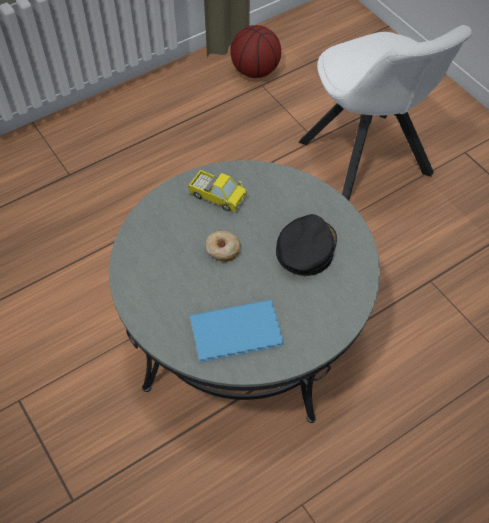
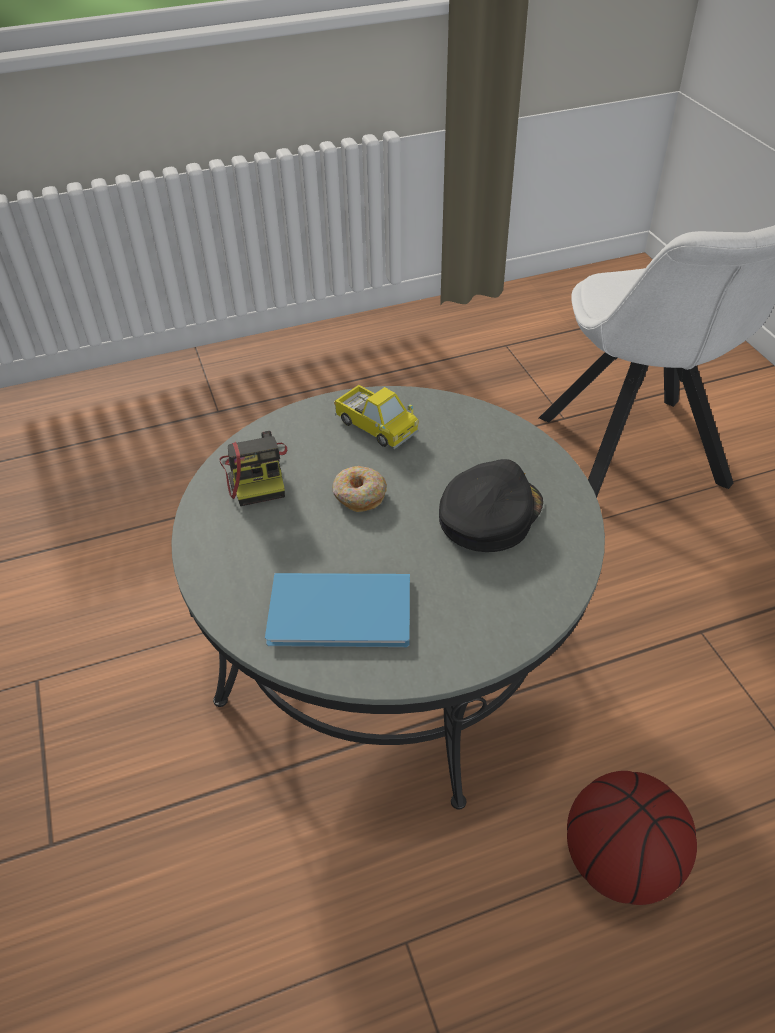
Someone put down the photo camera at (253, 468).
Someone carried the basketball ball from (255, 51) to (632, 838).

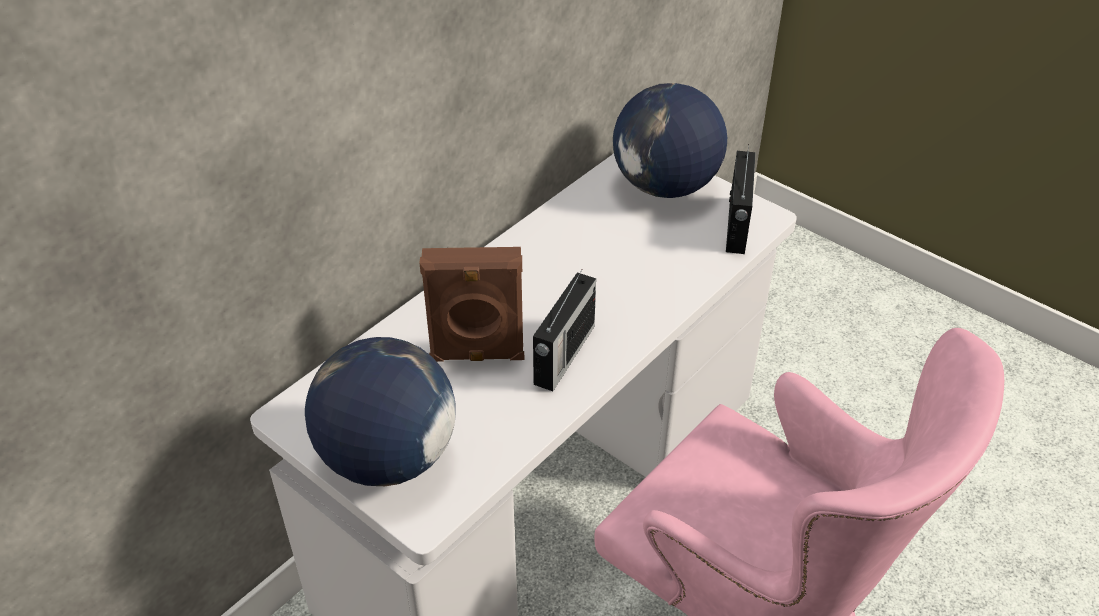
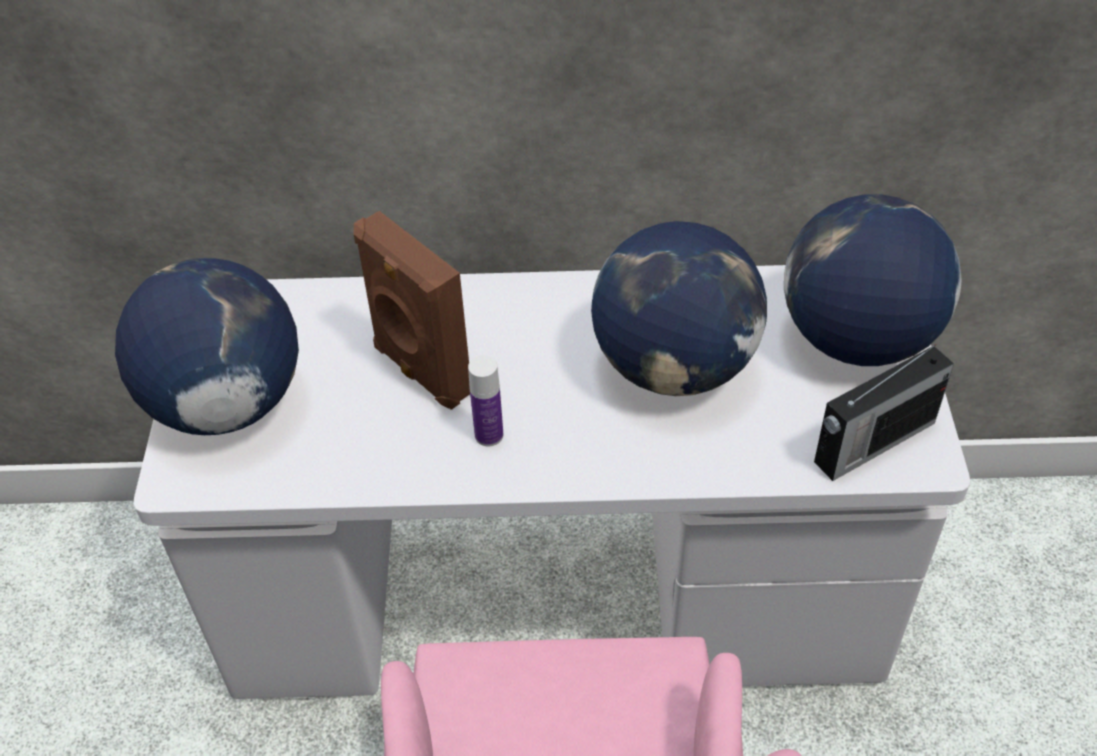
Someone put down the world globe at (679, 308).
Someone swapped the radio set at (564, 330) for the bottle at (485, 400).

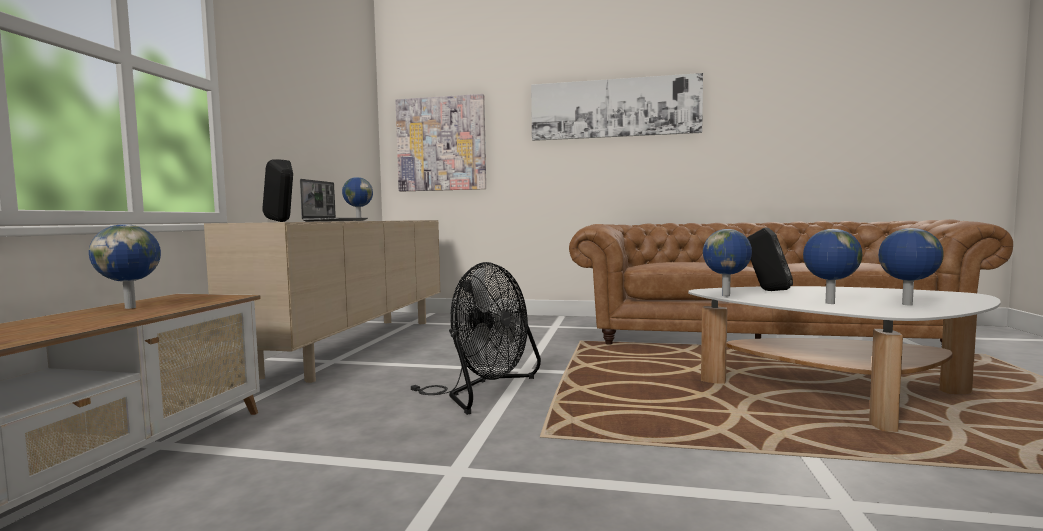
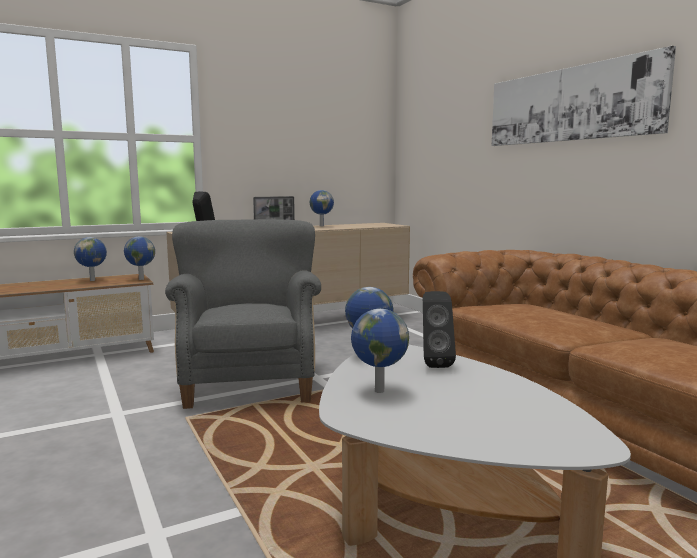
Someone took away the picture at (440, 143).
Someone carried the world globe from (911, 267) to (139, 258).
Someone swapped the blackish fan at (476, 338) for the grey easy chair at (243, 314).

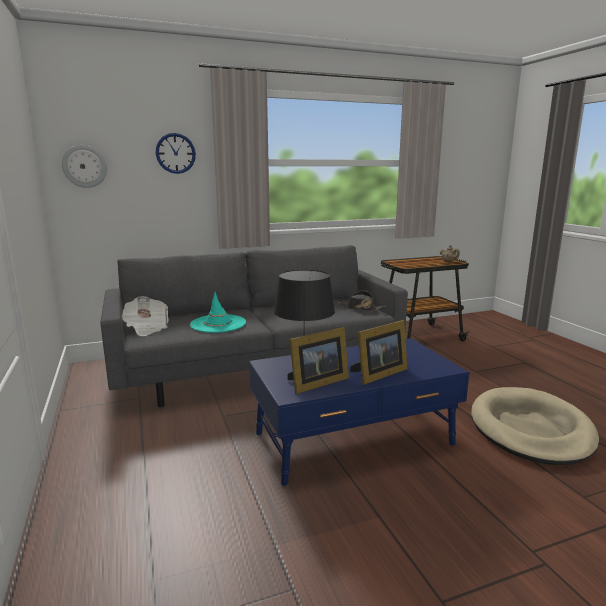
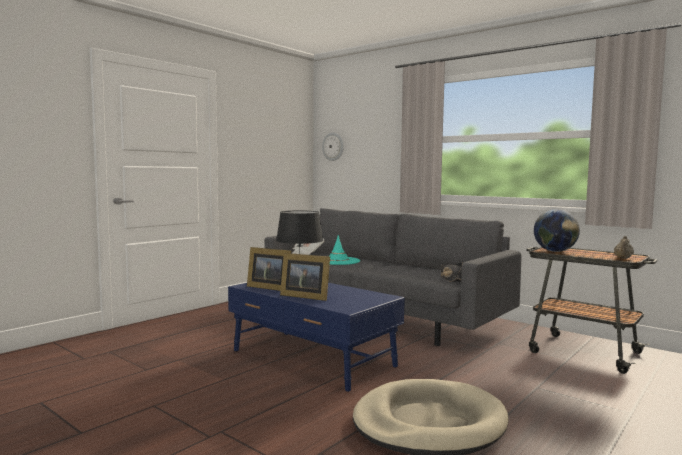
Someone took away the hanging clock at (176, 153).
Someone put down the world globe at (557, 230).

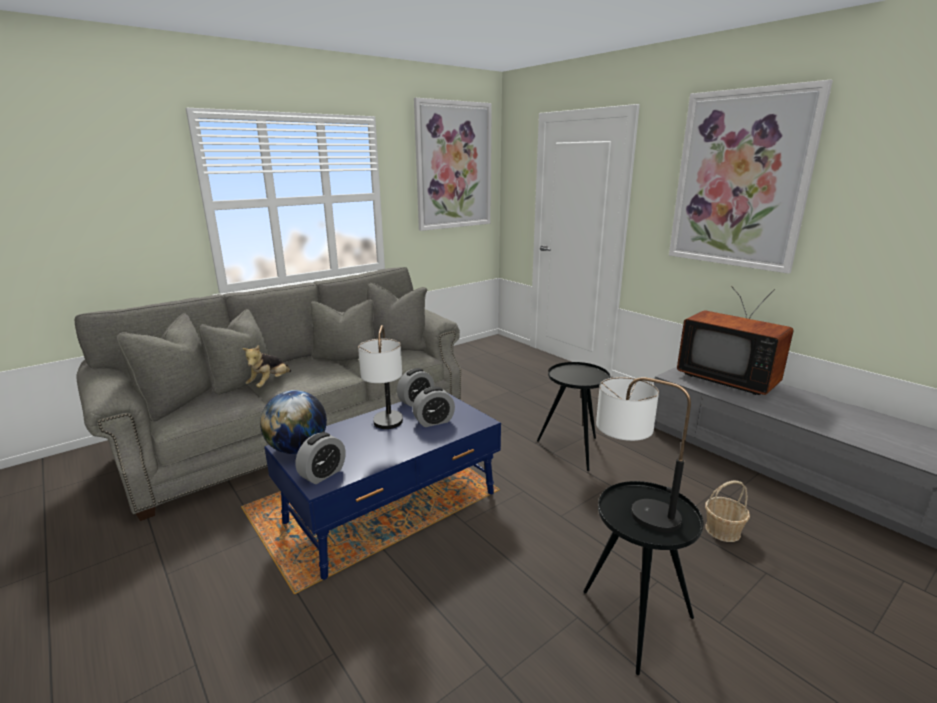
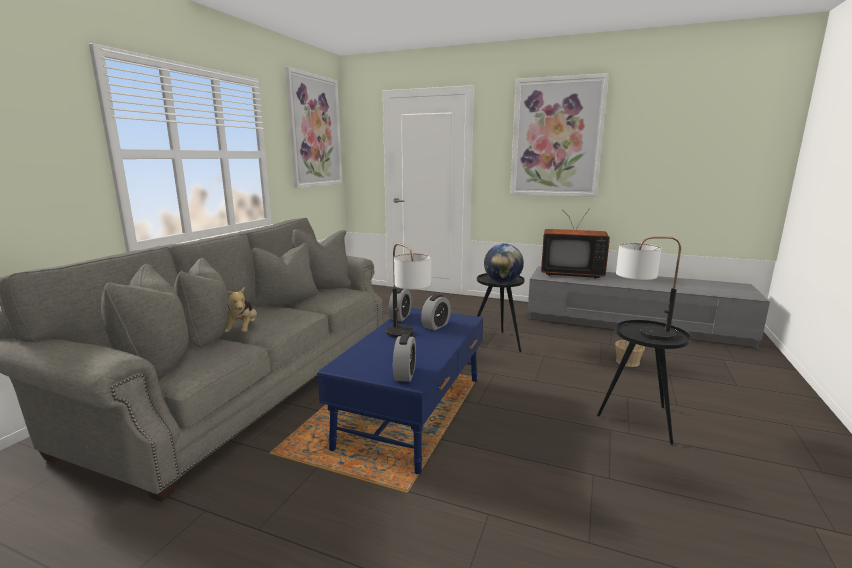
Someone carried the world globe from (293, 422) to (504, 263).

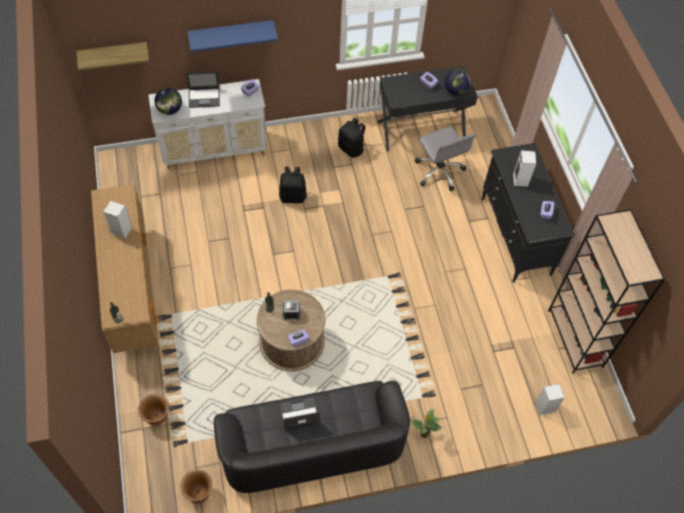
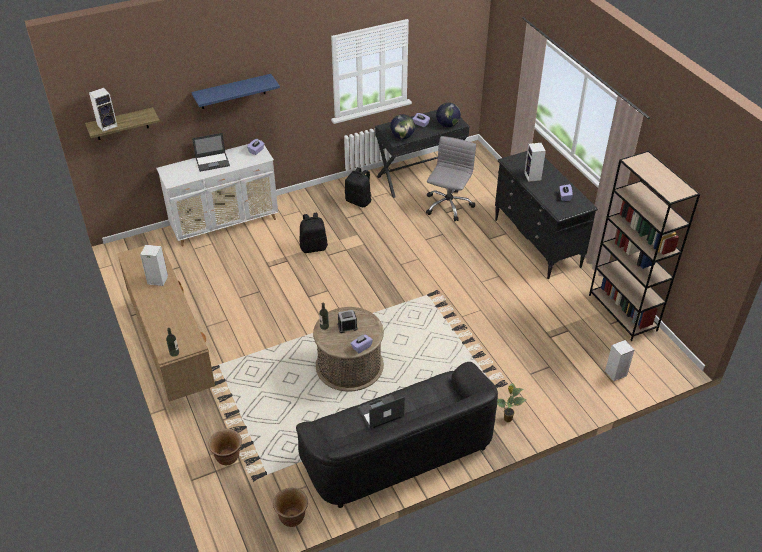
Someone put down the audio speaker at (103, 110).
Someone carried the world globe from (168, 101) to (402, 126).
Someone rotated the grey office chair at (445, 159) by 120 degrees counterclockwise.

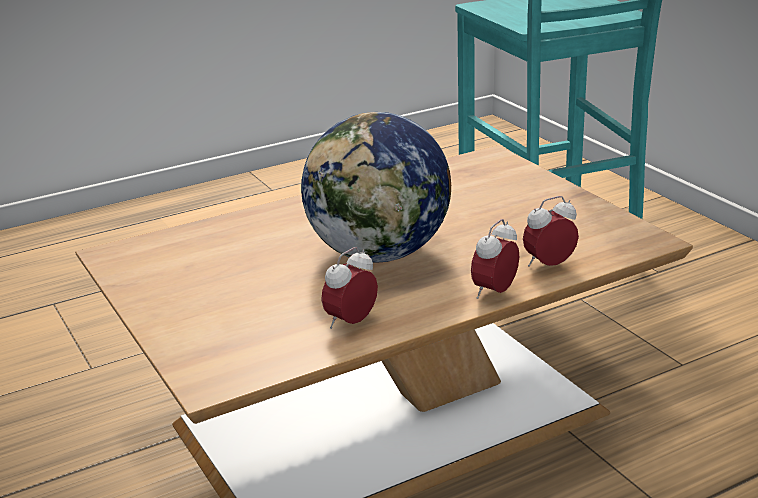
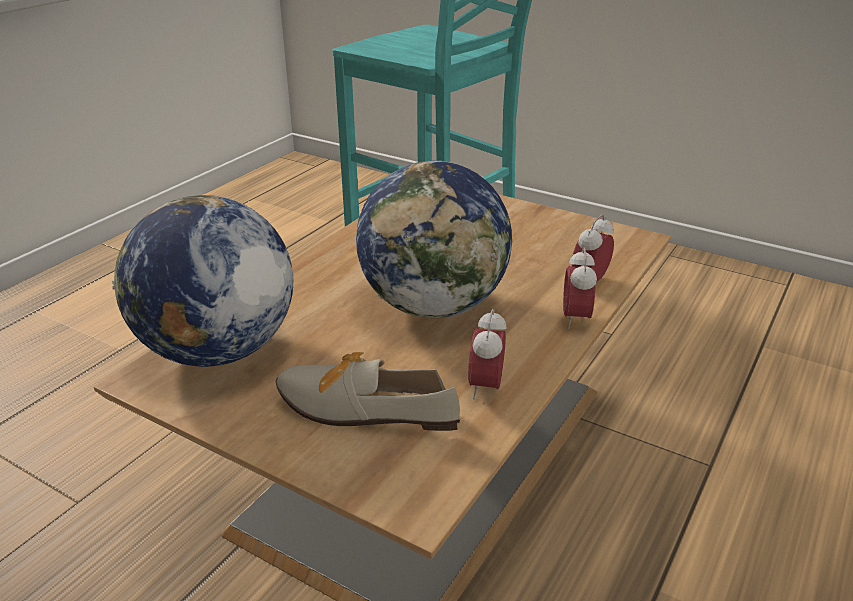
Someone put down the world globe at (202, 281).
Someone put down the shoe at (367, 391).

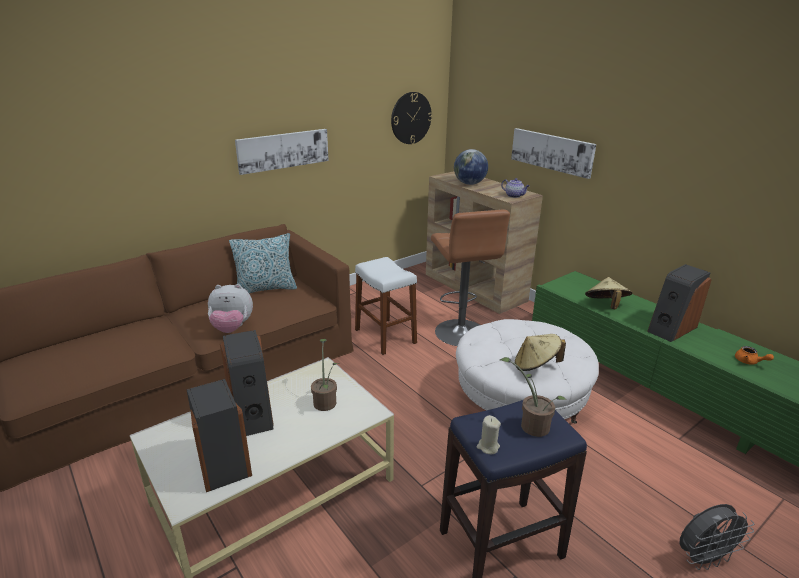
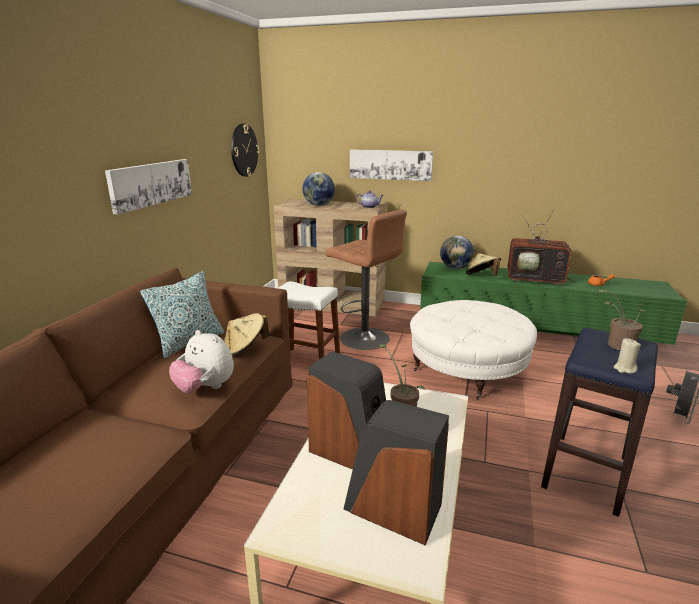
Someone put down the world globe at (457, 252).
Someone carried the beige hat from (540, 352) to (246, 334).
Someone swapped the audio speaker at (679, 303) for the TV at (541, 246).
Someone rotated the soft toy at (230, 308) by 75 degrees clockwise.

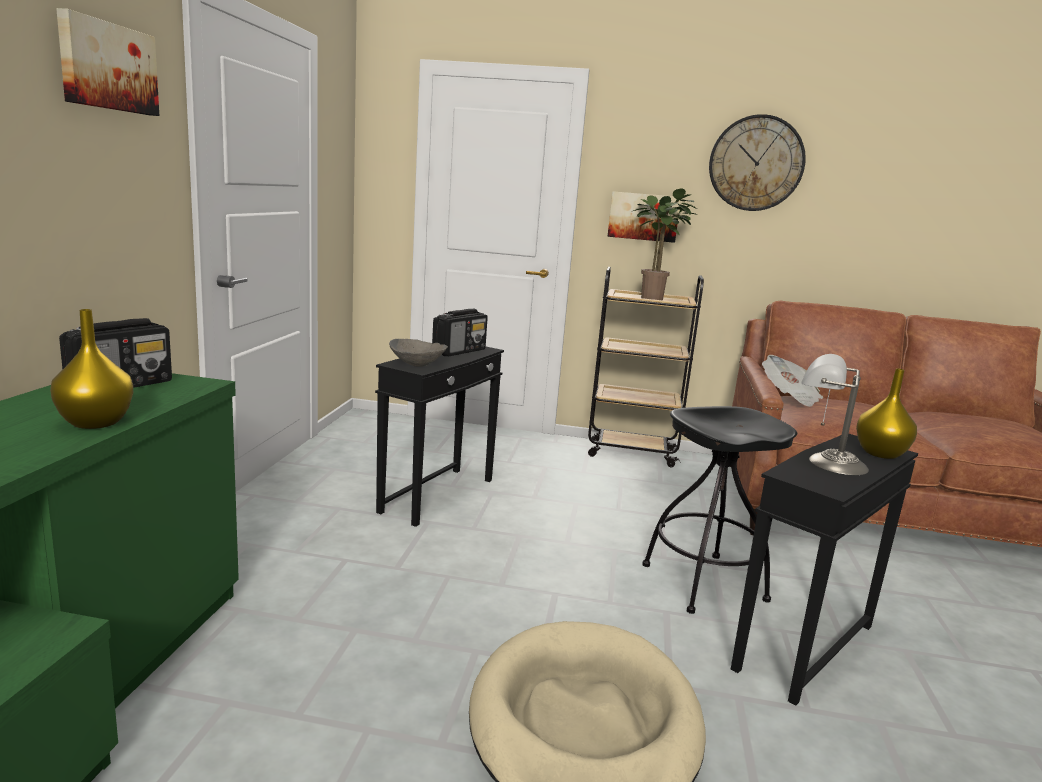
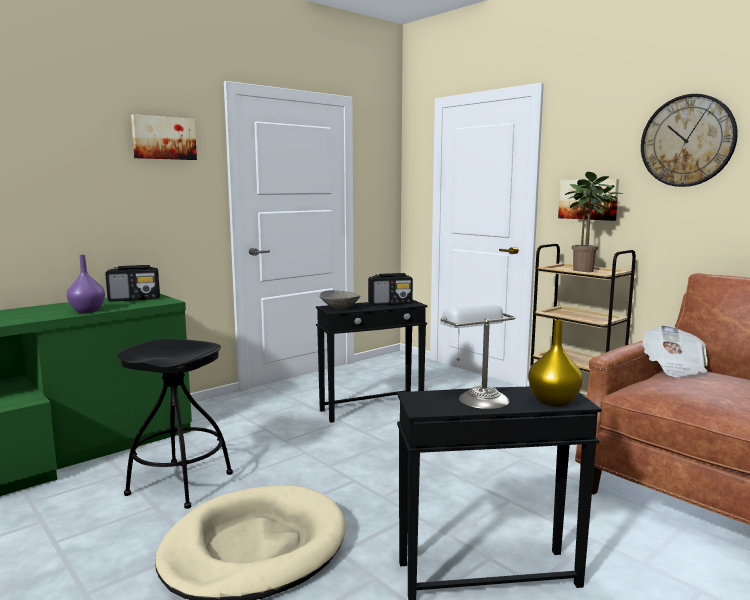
Someone carried the blackish sitting stool from (719, 510) to (175, 424).
Someone repainted the yellow flower vase at (91, 369), which became the purple-coloured flower vase at (86, 284).

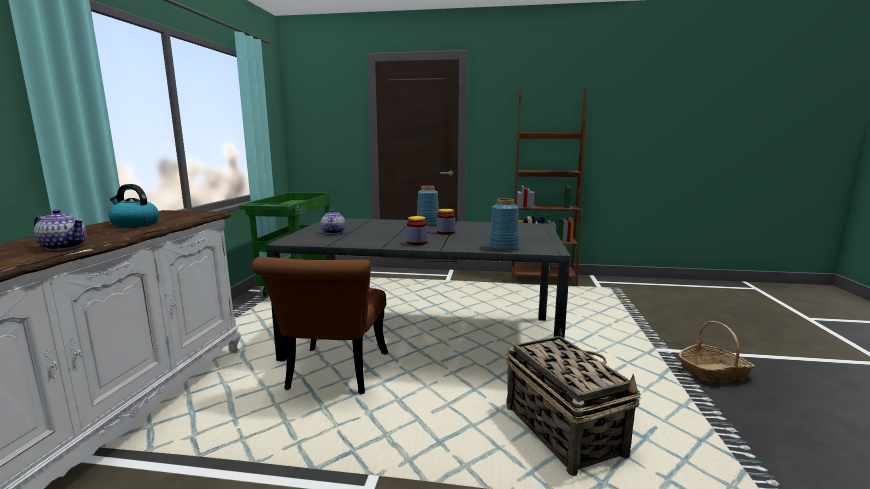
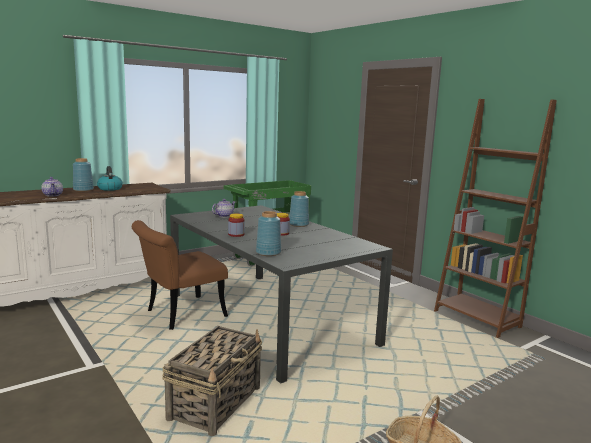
Someone put down the blue flower vase at (83, 175).

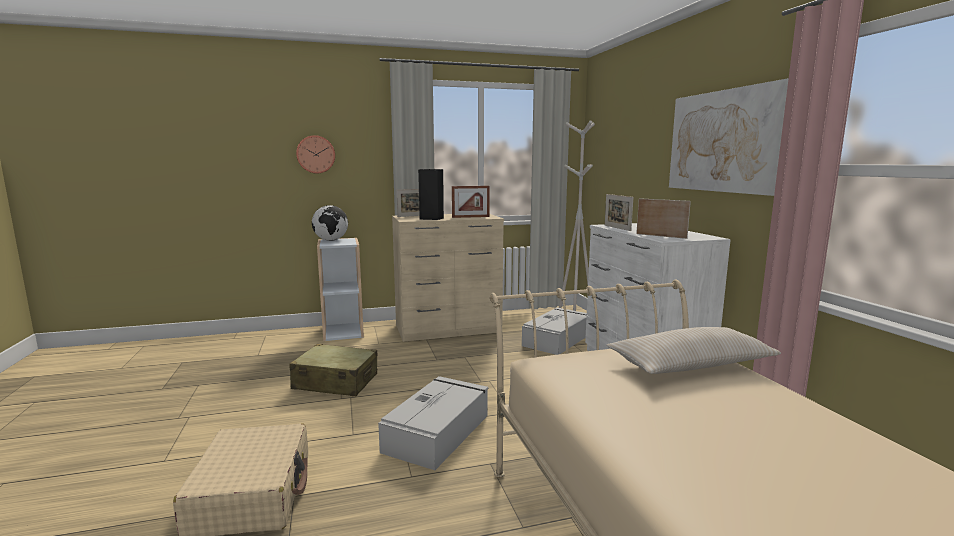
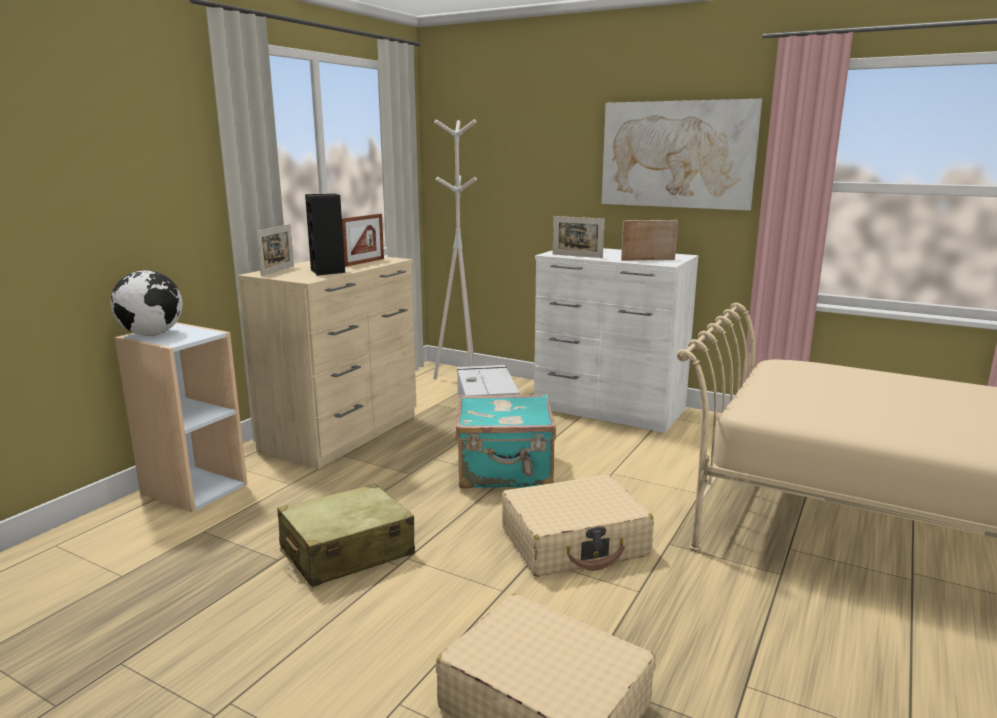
Someone took away the hanging clock at (315, 154).
Someone took away the beige cushion at (693, 350).
Someone put down the blue-green suitcase at (506, 441).
Someone swapped the grey storage box at (433, 423) for the beige suitcase at (577, 526).

